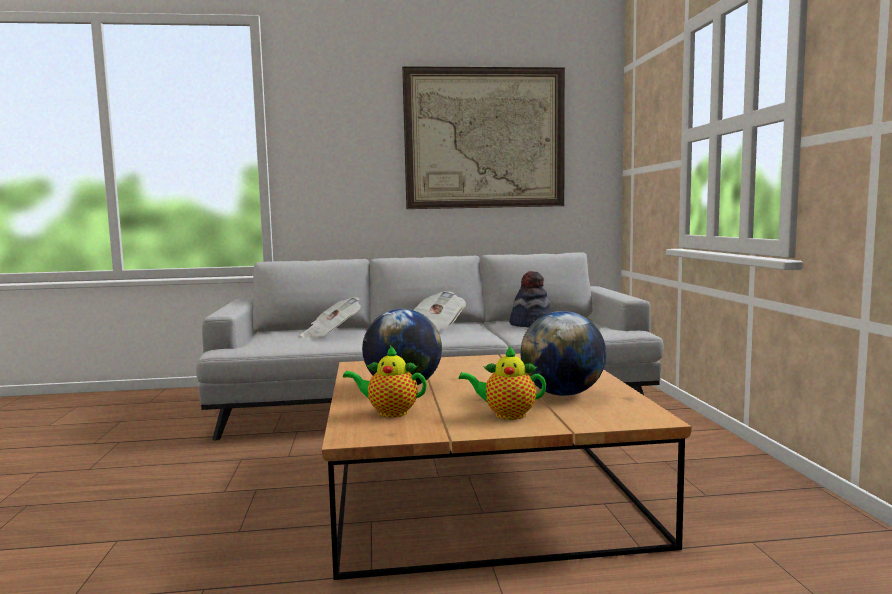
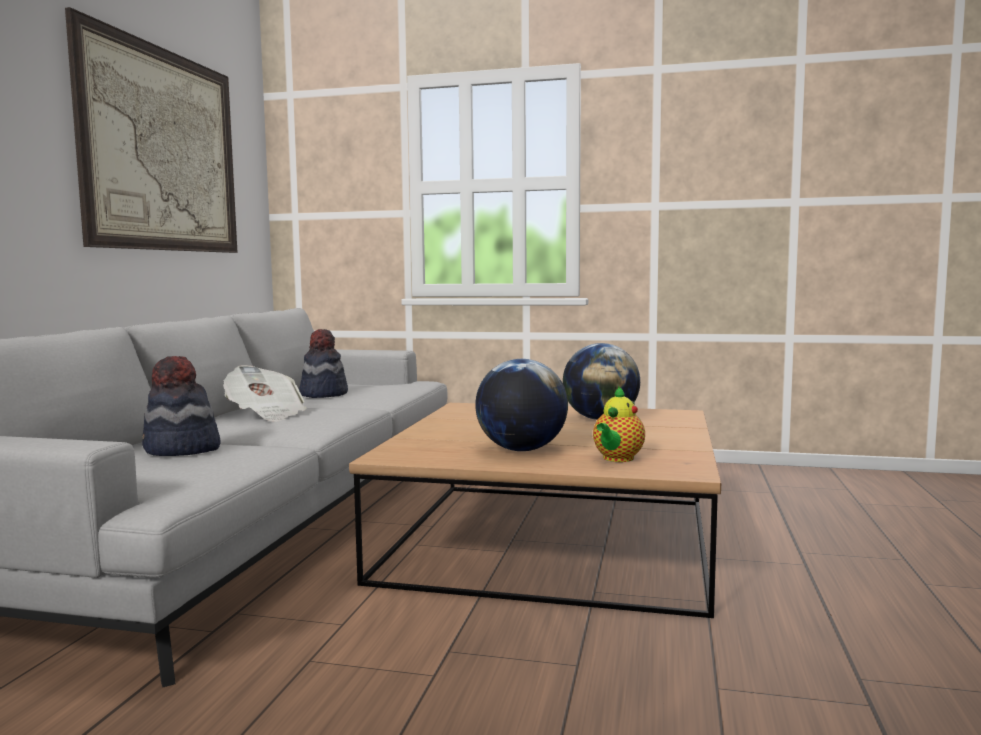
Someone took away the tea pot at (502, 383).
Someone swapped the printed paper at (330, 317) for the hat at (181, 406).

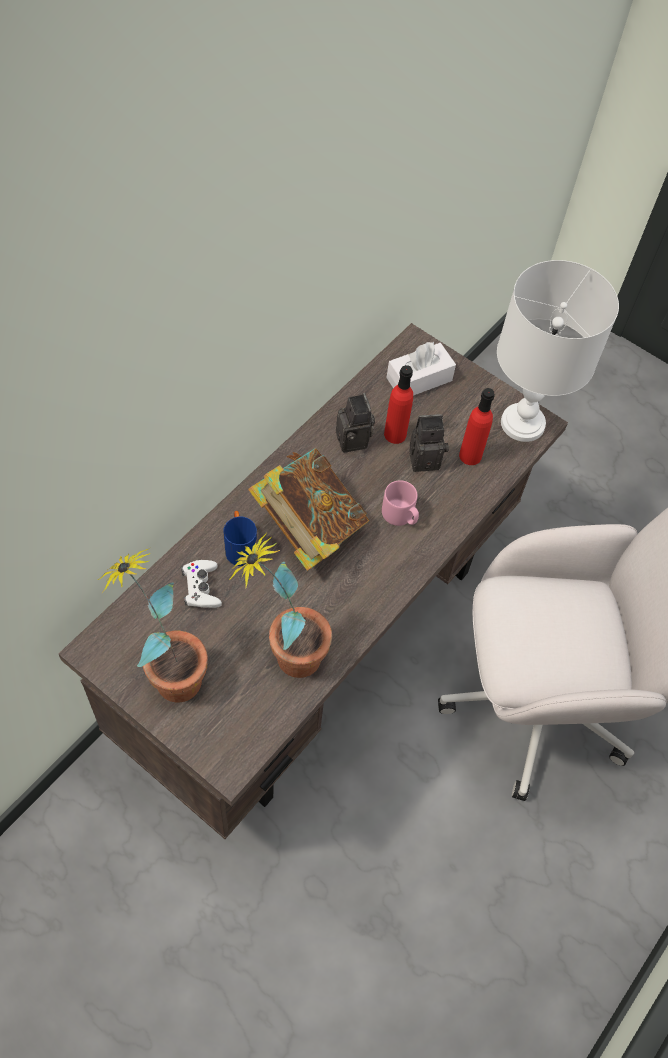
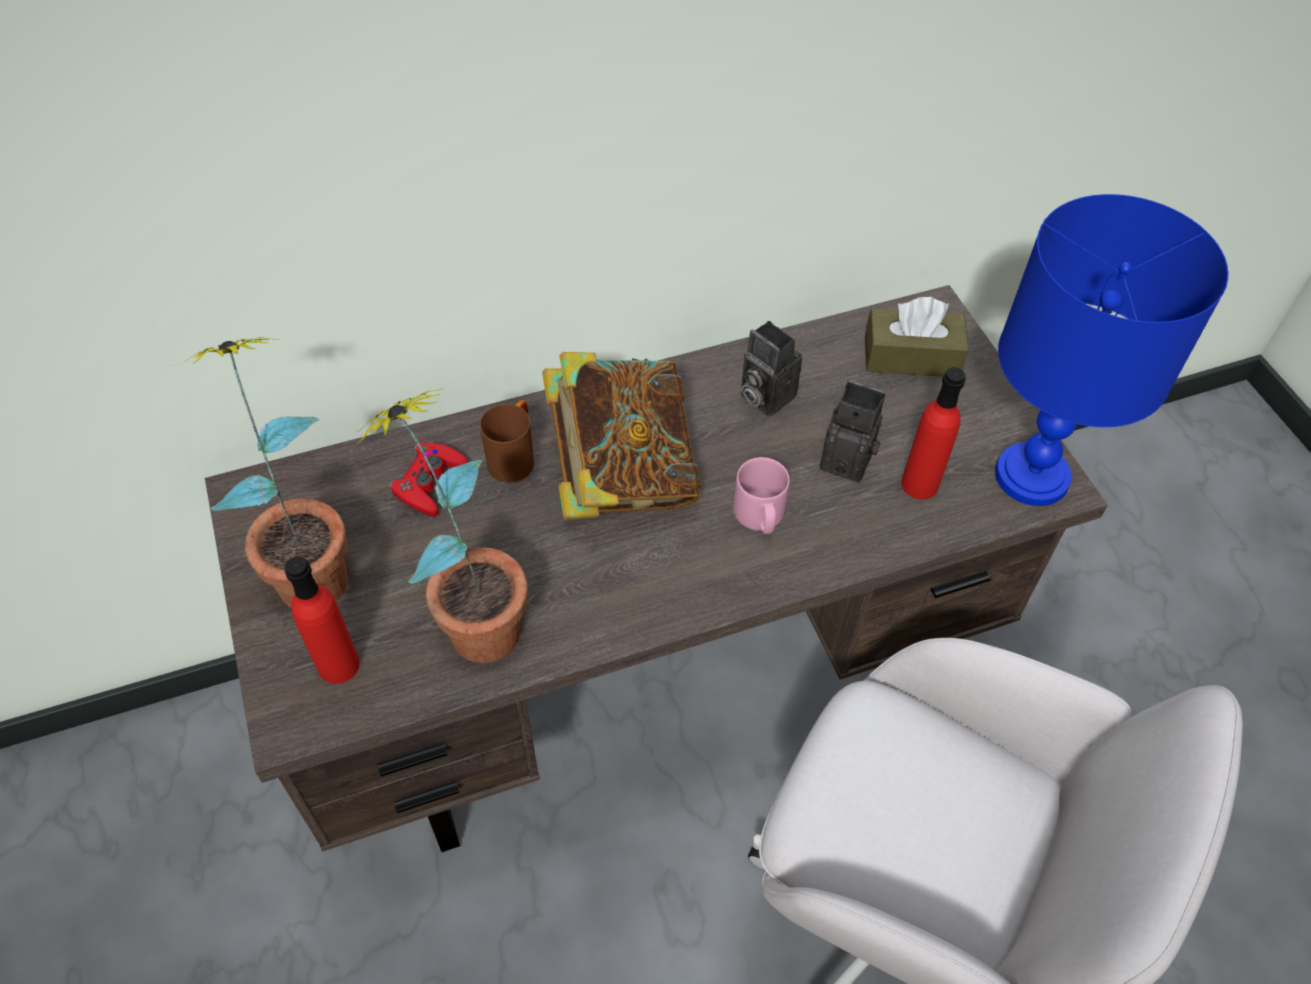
Someone carried the reddish bottle from (398, 404) to (322, 620).
Someone repainted the white-coloured gamepad at (201, 584), which became the reddish gamepad at (428, 480).
Someone repainted the blue coffee mug at (240, 538), which became the brown coffee mug at (507, 441).
Someone repainted the white-coloured tissue holder at (421, 369), which became the brown tissue holder at (917, 337).
Someone repainted the white-coloured table lamp at (558, 351), which became the blue table lamp at (1111, 350).
Someone rotated the photo camera at (355, 423) by 120 degrees clockwise.

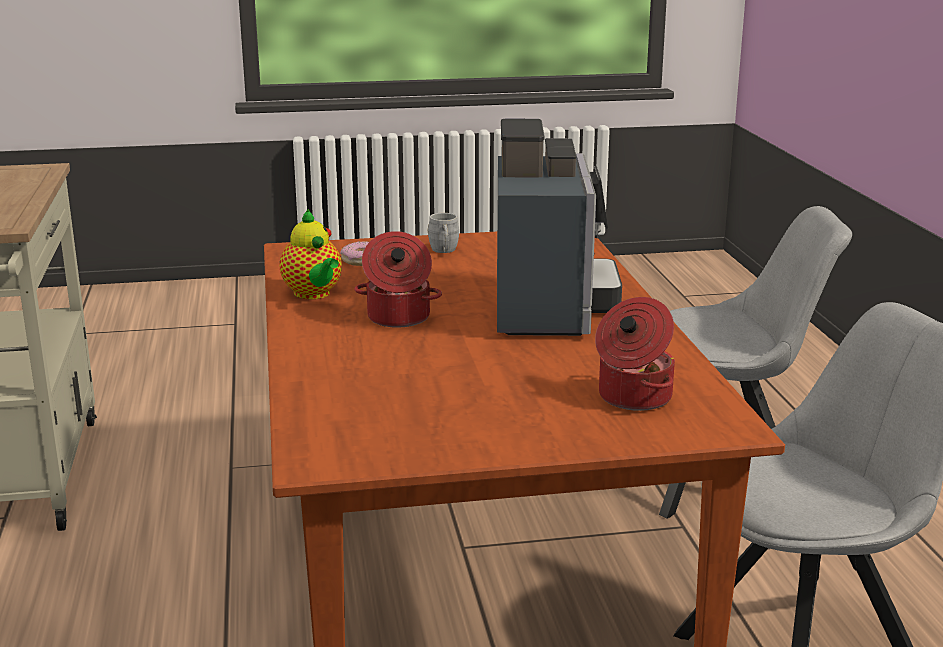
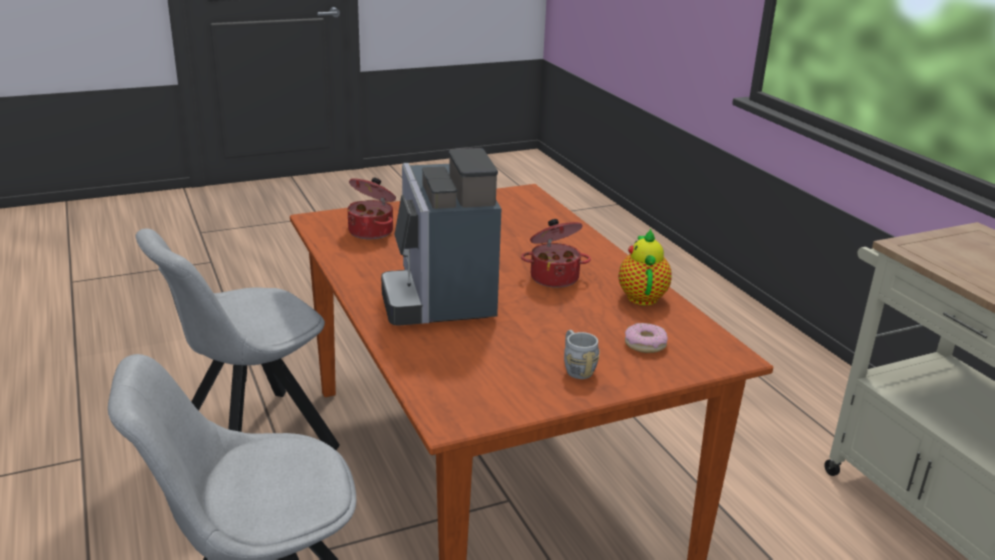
Someone rotated the tea pot at (311, 254) by 45 degrees clockwise.

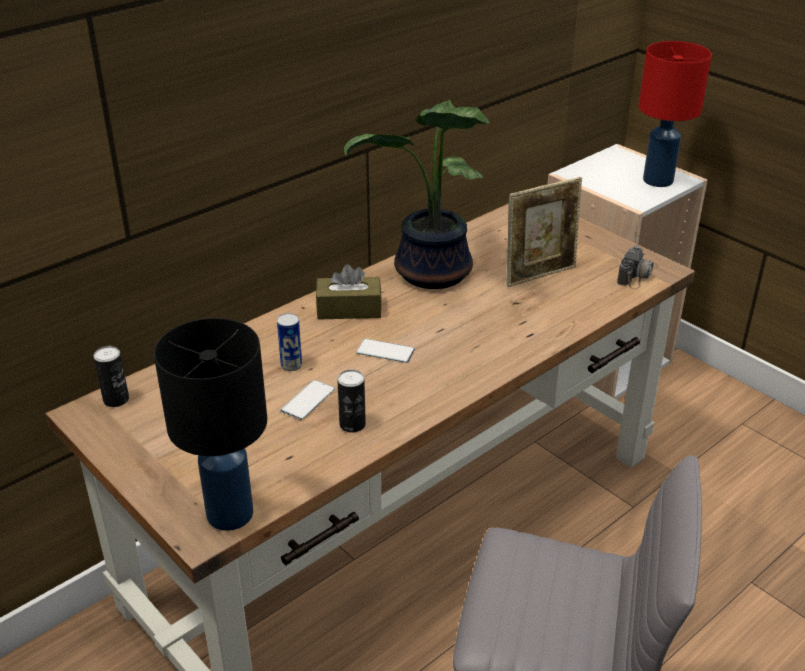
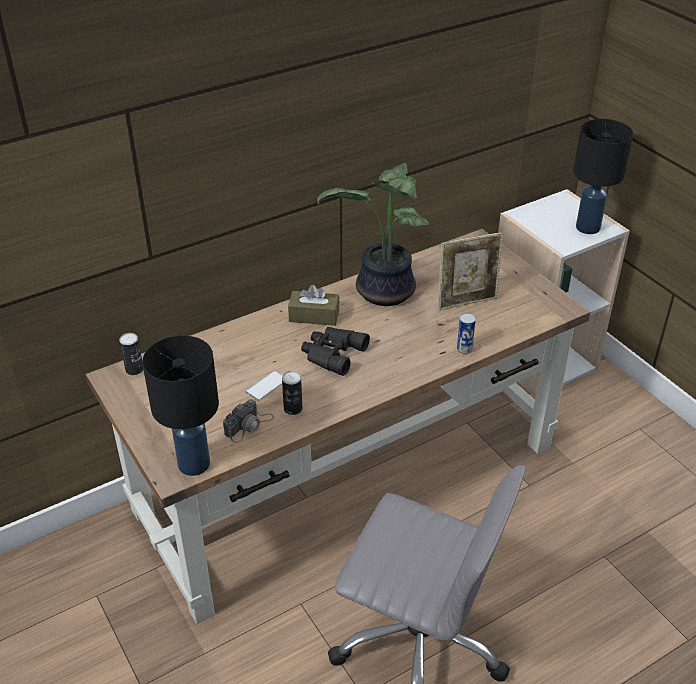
Someone carried the sealed can from (289, 342) to (466, 333).
Someone carried the photo camera from (638, 267) to (248, 421).
Someone swapped the telephone at (385, 351) for the blackish pair of binoculars at (335, 351).
Someone repainted the reddish table lamp at (675, 114), which became the blackish table lamp at (603, 176).

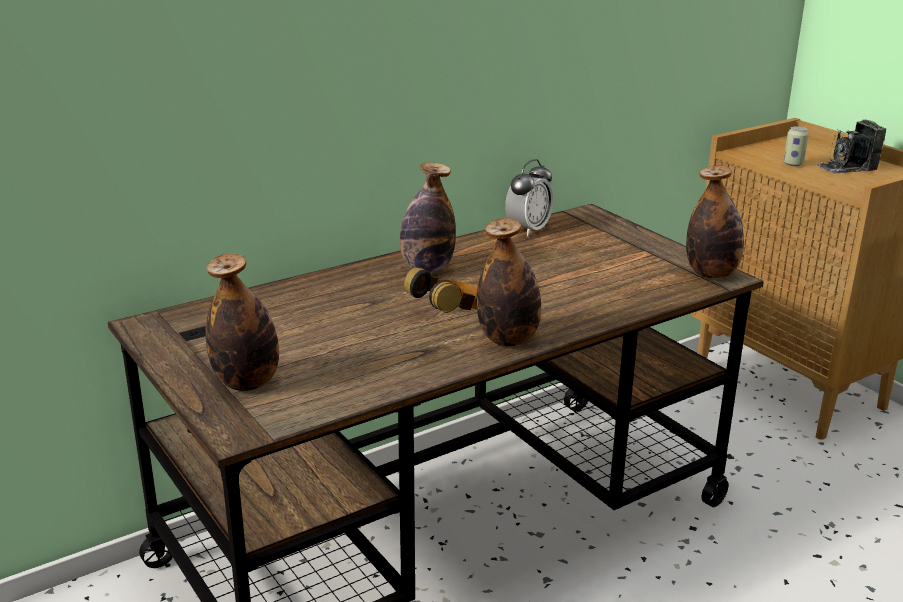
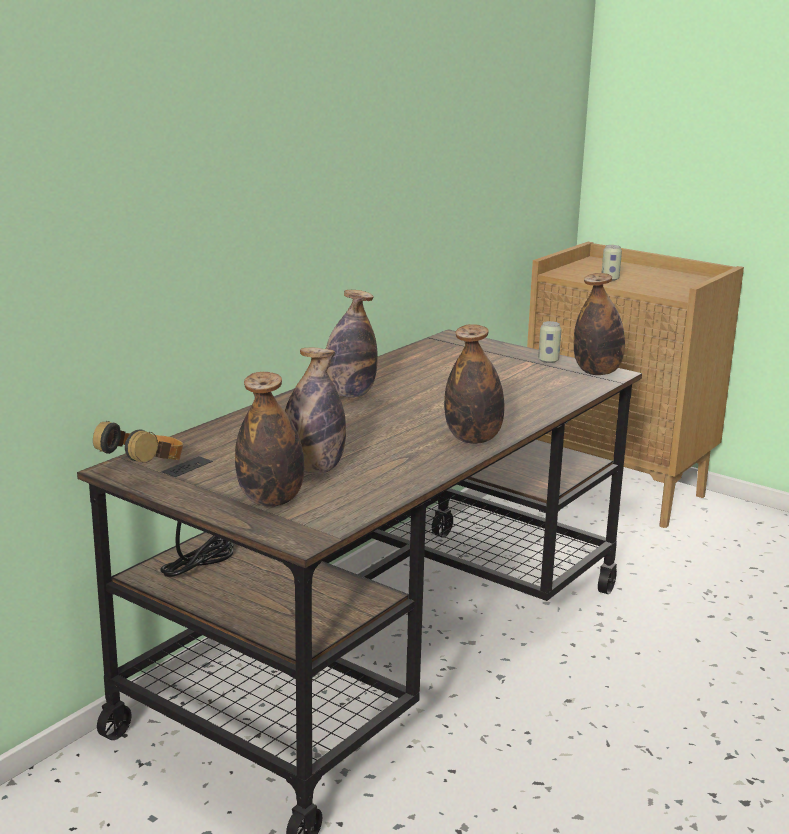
Someone took away the bedside clock at (529, 198).
Someone took away the photo camera at (851, 146).
Someone put down the bottle at (315, 410).
Someone put down the sealed can at (550, 342).
Someone carried the headset from (441, 290) to (138, 442).

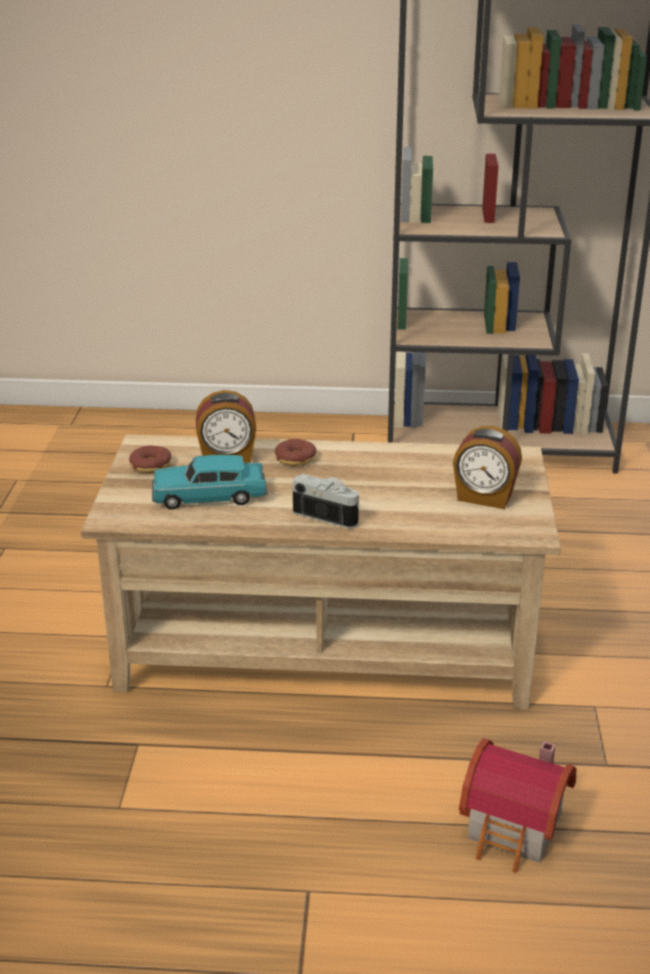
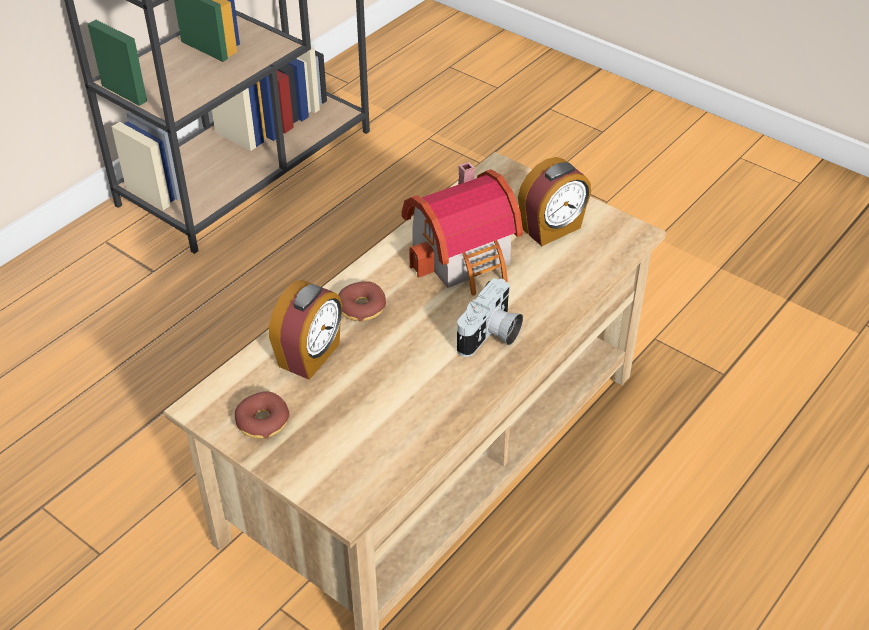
Someone took away the blue-green toy car at (210, 482).
Someone carried the toy house from (517, 805) to (462, 228).
Someone rotated the photo camera at (326, 501) by 150 degrees clockwise.

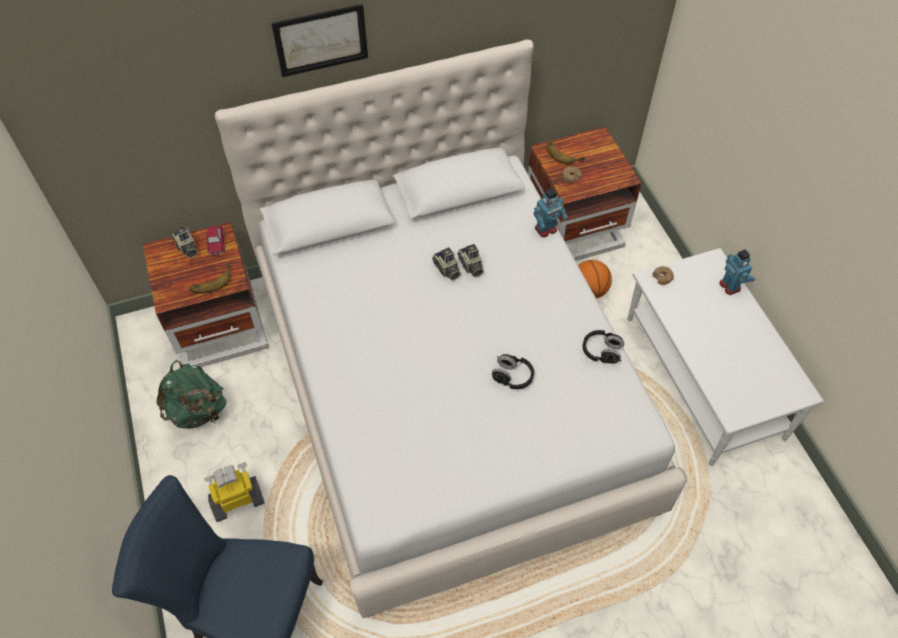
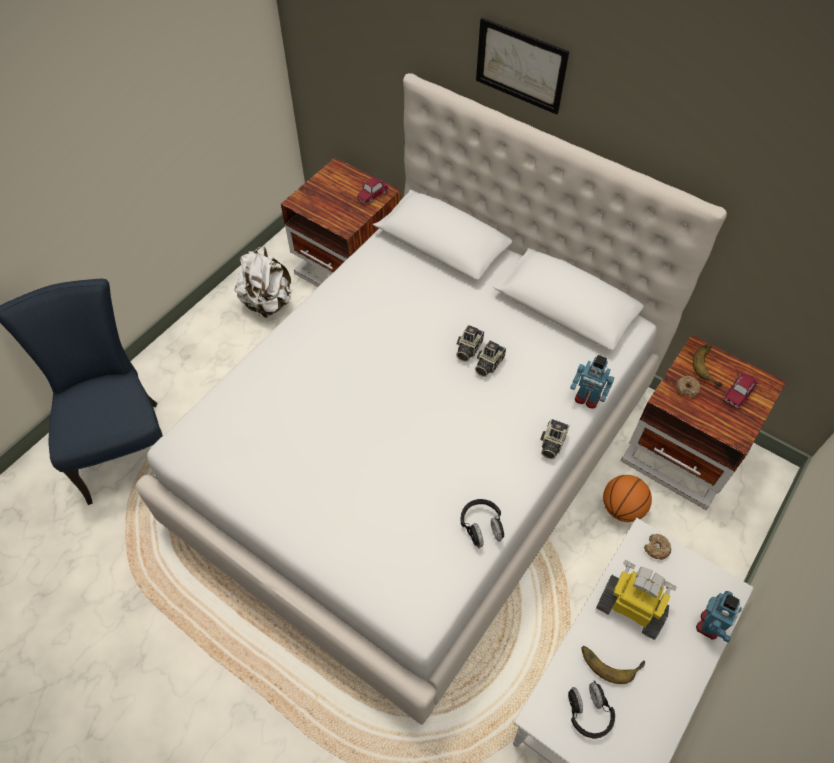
Someone put down the toy car at (740, 390).
Someone carried the photo camera from (185, 242) to (555, 439).
Someone carried the banana from (209, 278) to (613, 665).
Someone carried the model robot from (234, 492) to (636, 600).
Someone carried the blackish headset from (513, 371) to (591, 709).
Someone repainted the greenish backpack at (191, 394), which became the white-coloured backpack at (263, 282).

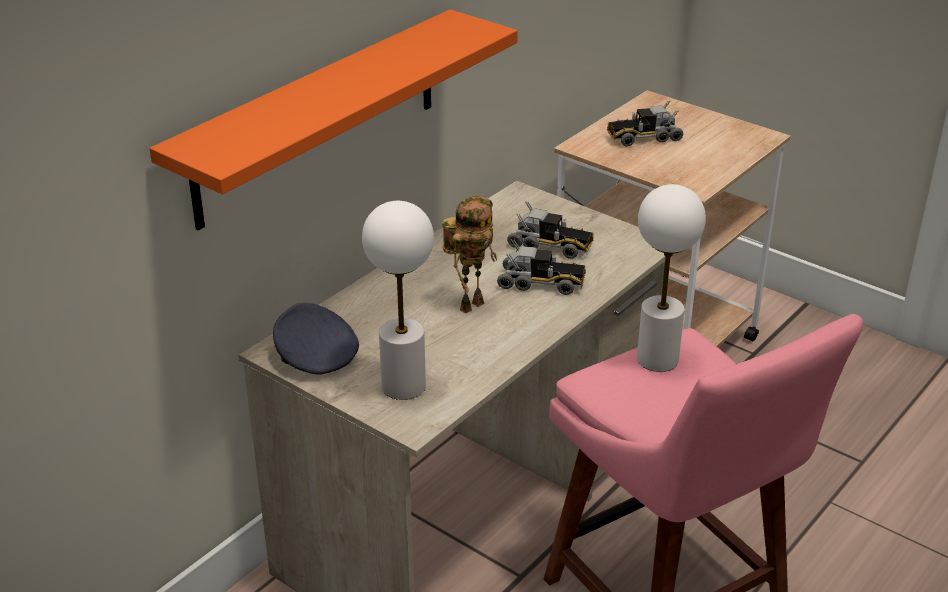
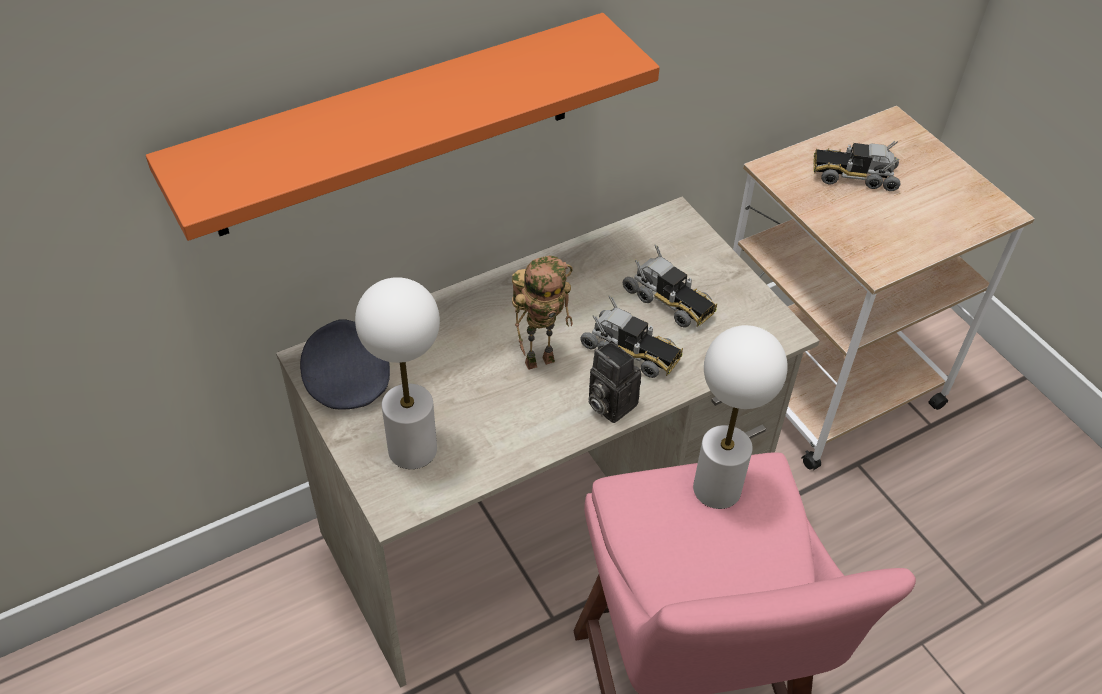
Someone put down the photo camera at (614, 382).

